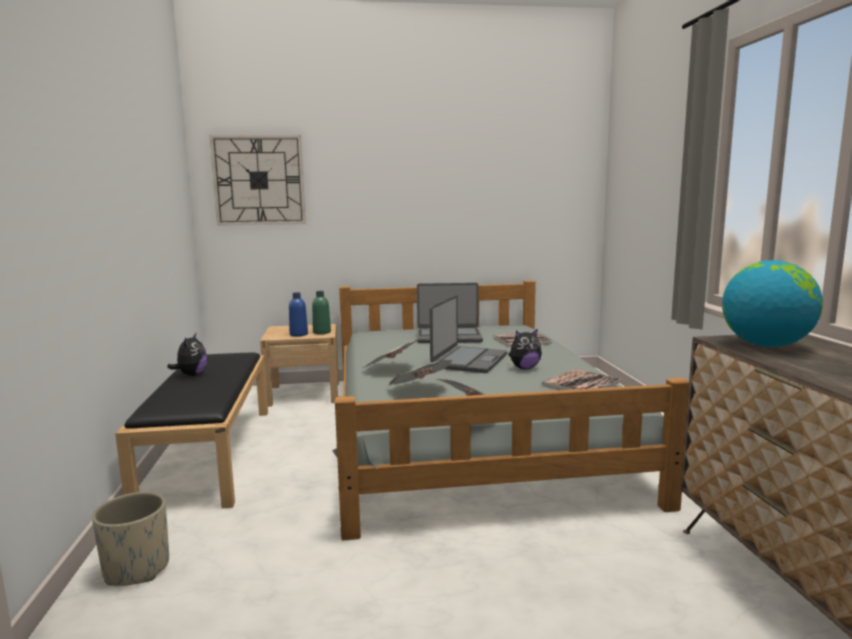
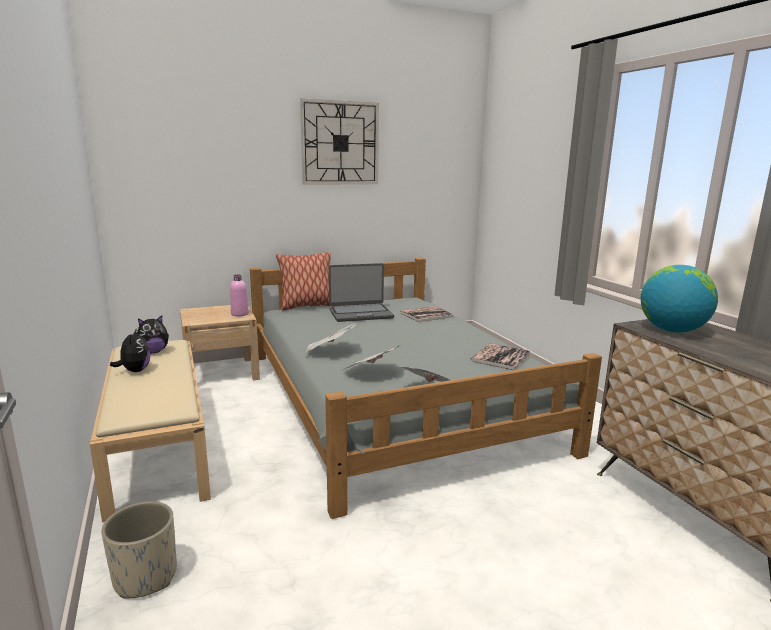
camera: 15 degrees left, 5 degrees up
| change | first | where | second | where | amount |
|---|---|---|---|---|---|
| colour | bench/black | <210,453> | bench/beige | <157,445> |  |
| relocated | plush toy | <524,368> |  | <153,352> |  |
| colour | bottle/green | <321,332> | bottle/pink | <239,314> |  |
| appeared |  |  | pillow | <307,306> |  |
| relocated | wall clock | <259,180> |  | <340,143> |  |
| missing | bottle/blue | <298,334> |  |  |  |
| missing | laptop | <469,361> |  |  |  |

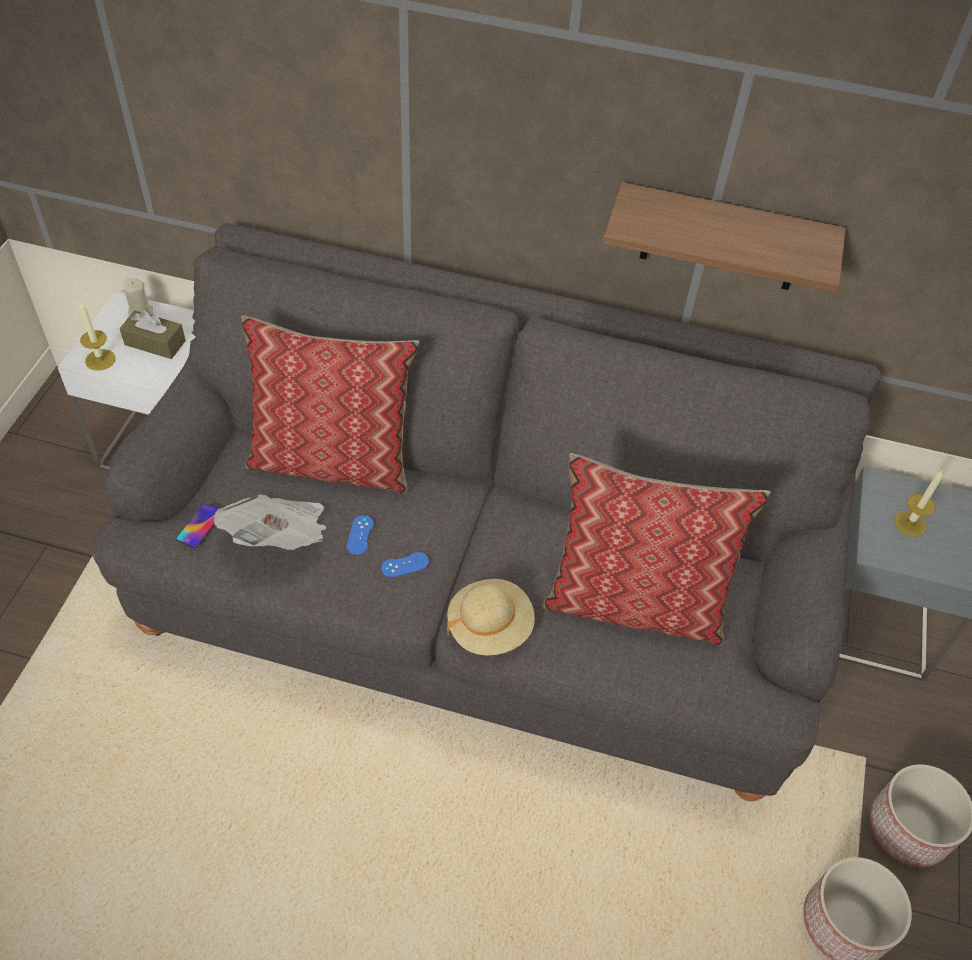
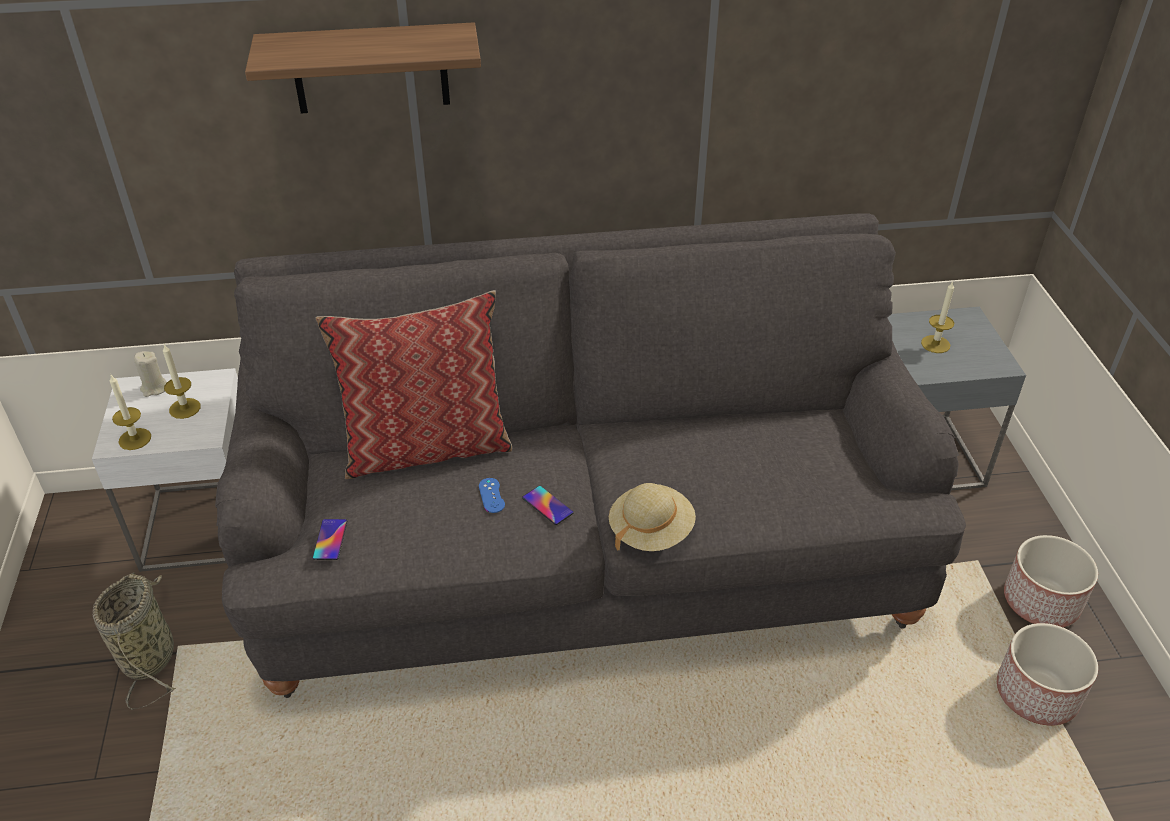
camera: 20 degrees left, 10 degrees down
| change | first | where | second | where | amount |
|---|---|---|---|---|---|
| appeared |  |  | basket | <149,654> |  |
| exchanged | tissue box/brown | <155,343> | candle | <185,408> |  |
| relocated | shelf | <722,239> |  | <370,68> |  |
| exchanged | game controller/blue | <405,565> | phone | <547,505> |  |
| missing | newspaper | <279,537> |  |  |  |
| missing | pillow | <635,602> |  |  |  |

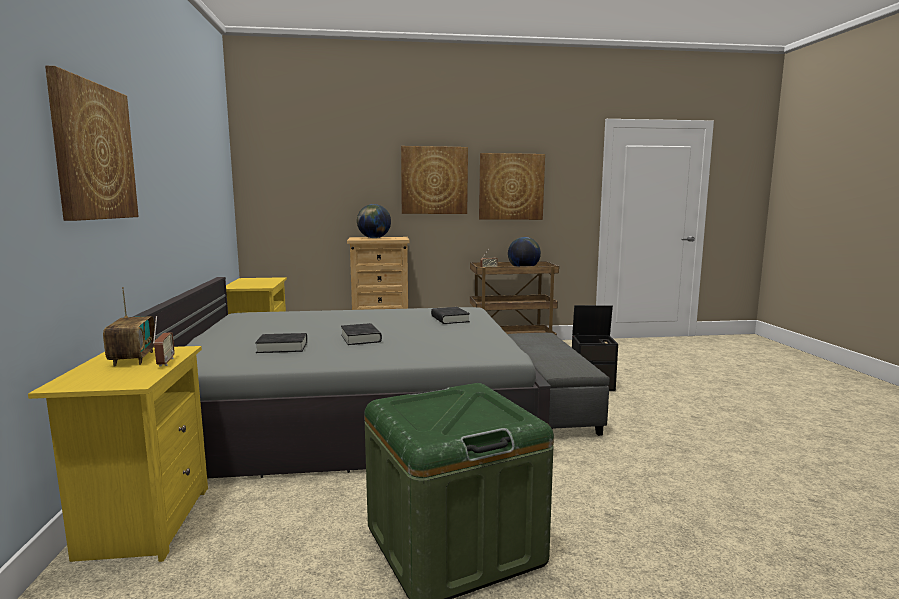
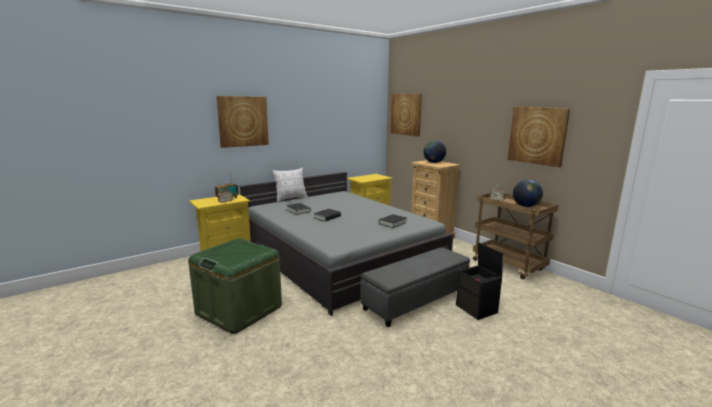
camera: 60 degrees right, 5 degrees up
| change | first | where | second | where | amount |
|---|---|---|---|---|---|
| appeared |  |  | pillow | <291,198> |  |
| relocated | picture | <434,180> |  | <406,114> |  |

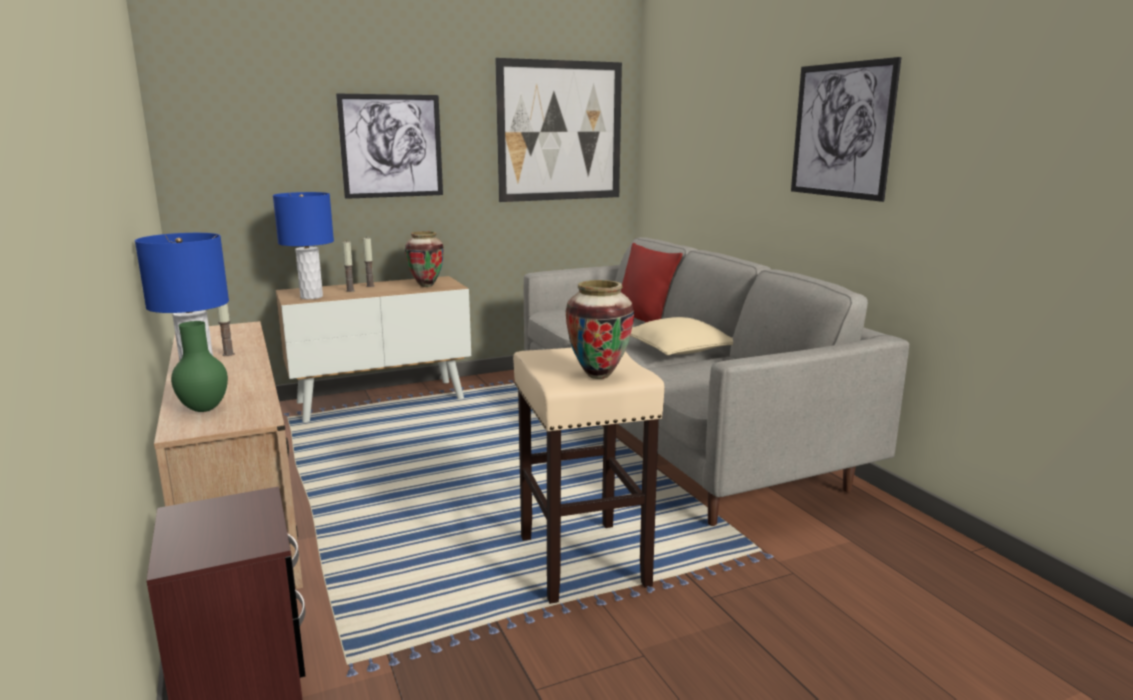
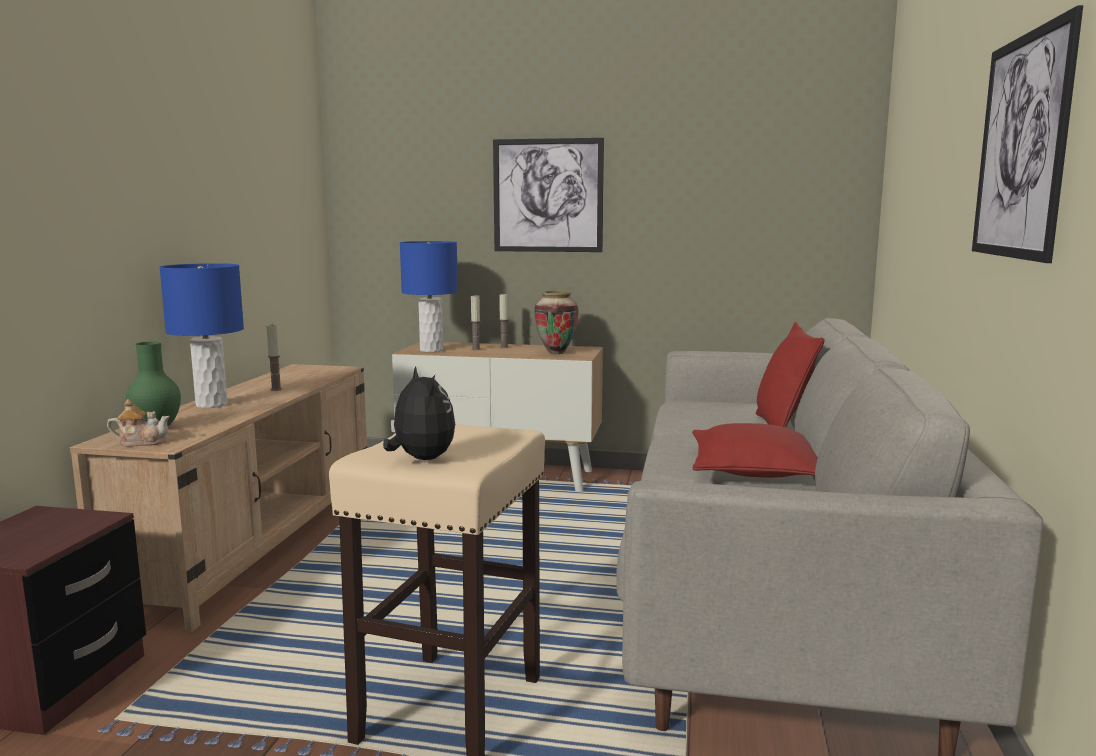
camera: 35 degrees right, 5 degrees down
| change | first | where | second | where | amount |
|---|---|---|---|---|---|
| appeared |  |  | teapot | <141,442> |  |
| exchanged | vase | <598,375> | plush toy | <420,459> |  |
| colour | pillow/beige | <678,350> | pillow/red | <755,471> |  |
| missing | picture | <560,131> |  |  |  |

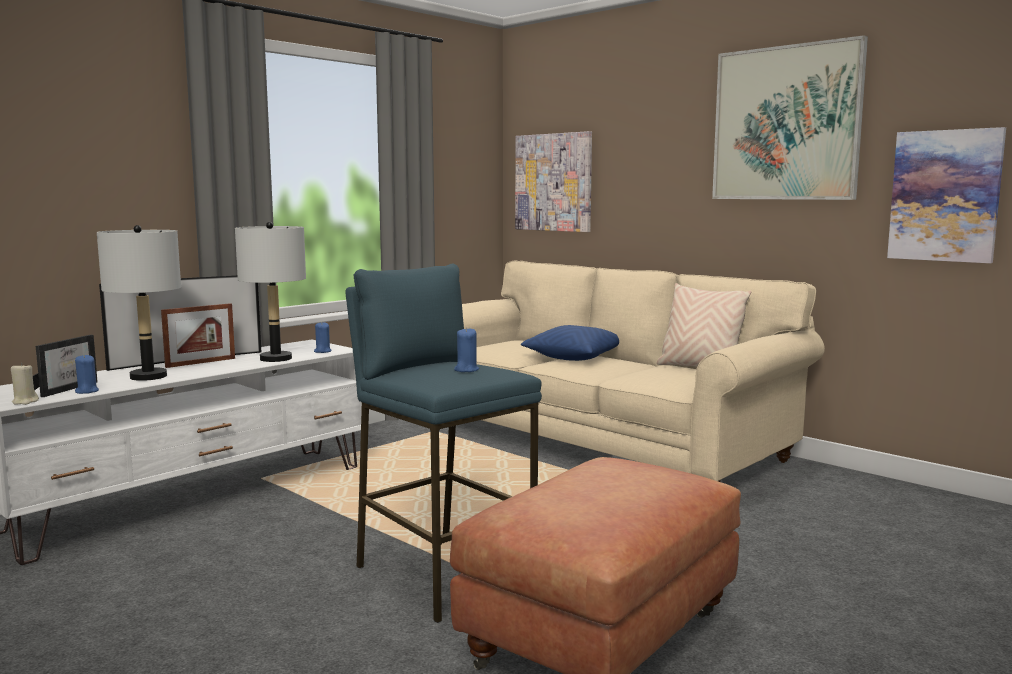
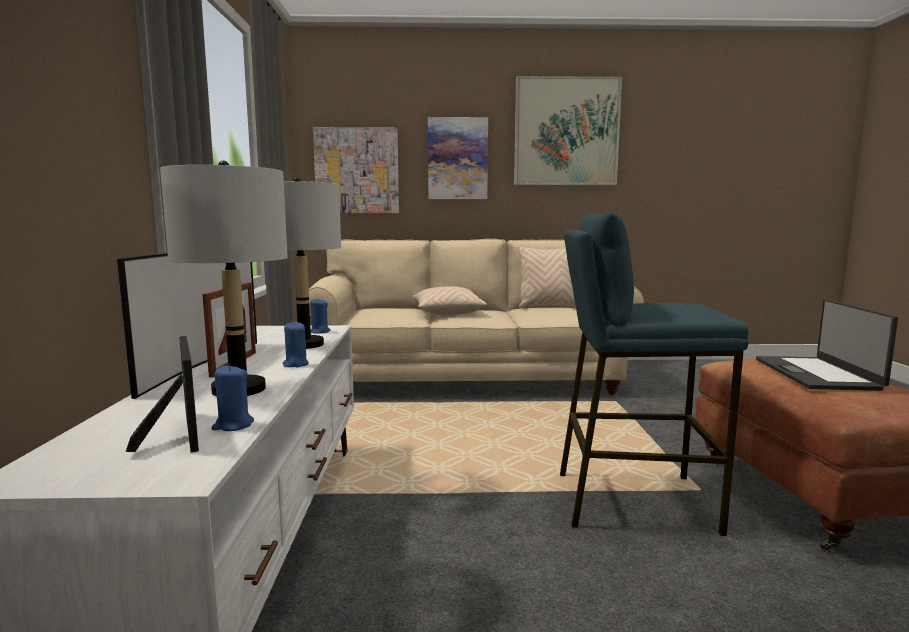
camera: 45 degrees left, 0 degrees up
| change | first | where | second | where | amount |
|---|---|---|---|---|---|
| relocated | candle/blue | <466,370> |  | <295,364> |  |
| colour | pillow/blue | <574,357> | pillow/beige | <447,313> |  |
| relocated | picture | <945,196> |  | <457,159> |  |
| appeared |  |  | laptop | <817,374> |  |
| missing | candle/beige | <25,402> |  |  |  |

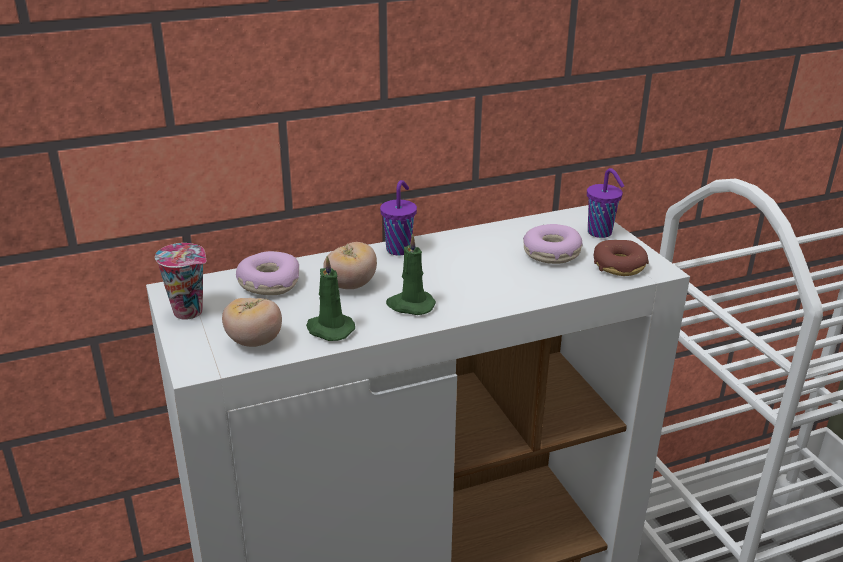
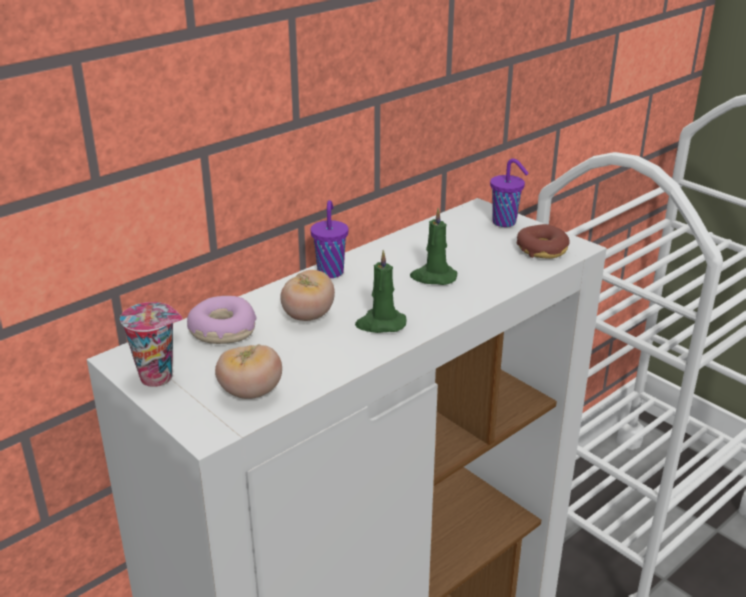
camera: 20 degrees left, 0 degrees up
| change | first | where | second | where | amount |
|---|---|---|---|---|---|
| relocated | candle/green | <329,329> |  | <433,277> |  |
| missing | donut | <551,253> |  |  |  |

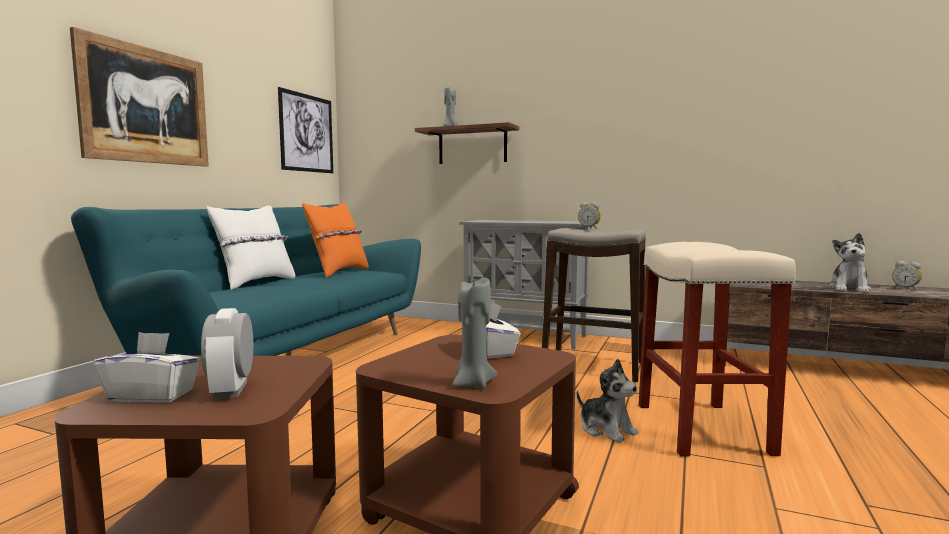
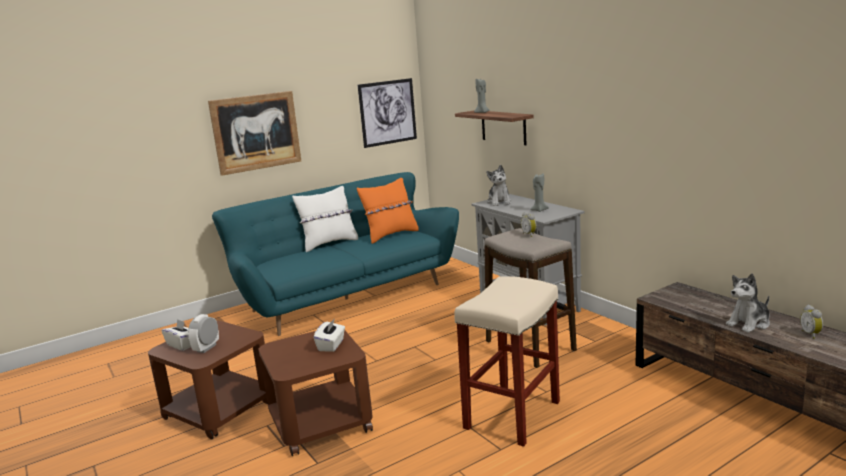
camera: 35 degrees right, 10 degrees up
| change | first | where | second | where | amount |
|---|---|---|---|---|---|
| relocated | plush toy | <606,429> |  | <499,202> |  |
| relocated | candle/grey | <473,384> |  | <539,210> |  |

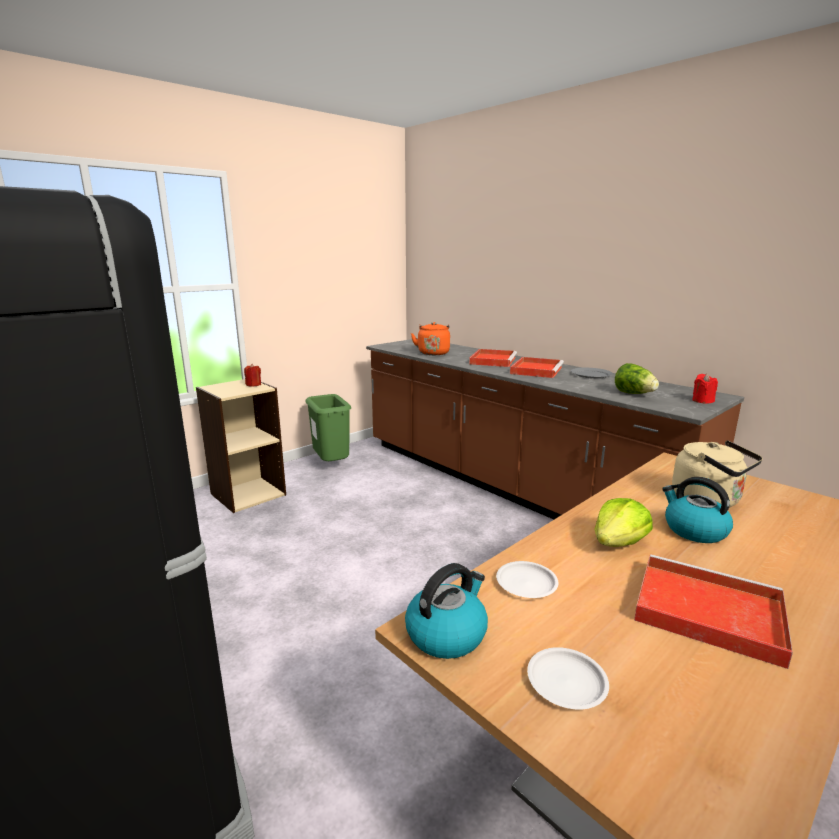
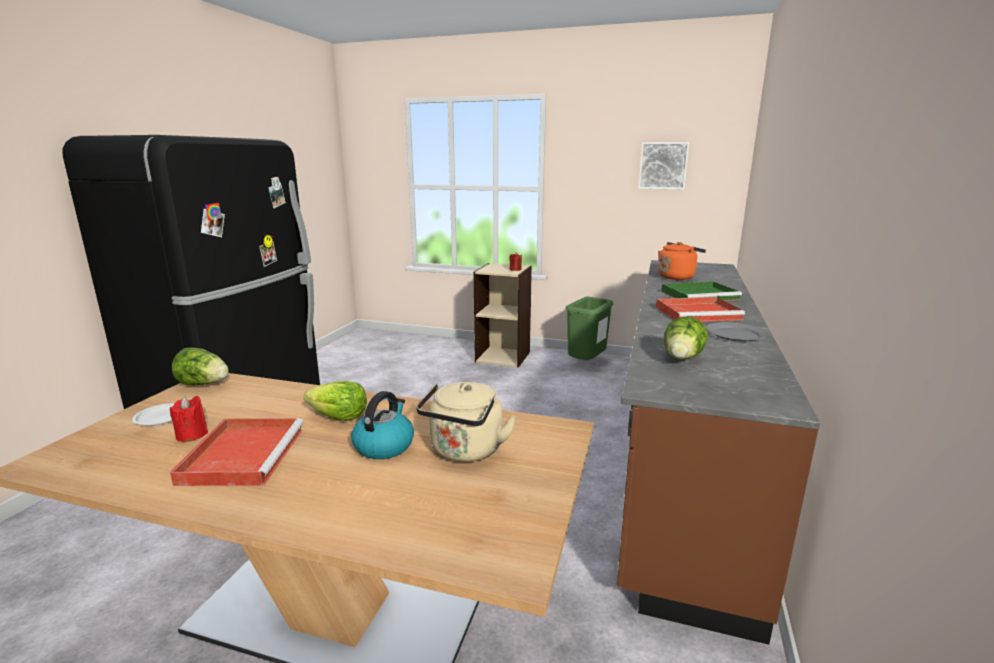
camera: 60 degrees right, 0 degrees up
| change | first | where | second | where | amount |
|---|---|---|---|---|---|
| relocated | candle/red | <702,401> |  | <192,435> |  |
| exchanged | kettle | <447,633> | lettuce | <204,384> |  |
| appeared |  |  | picture | <663,165> |  |
| colour | tray/red | <492,360> | tray/green | <700,295> |  |
| missing | plate/white | <526,583> |  |  |  |

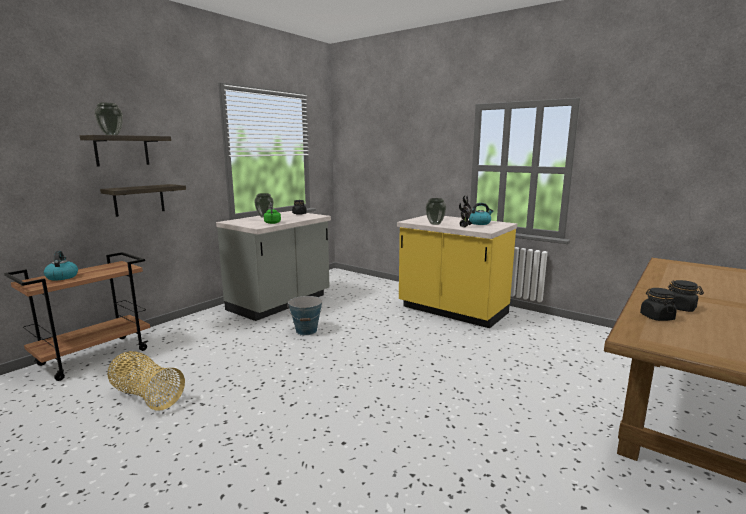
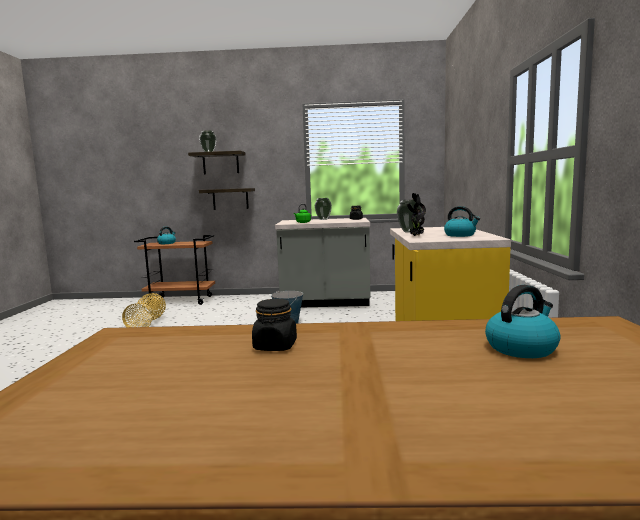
camera: 55 degrees right, 5 degrees down
| change | first | where | second | where | amount |
|---|---|---|---|---|---|
| appeared |  |  | kettle | <521,348> |  |
| missing | jar/black | <656,317> |  |  |  |

